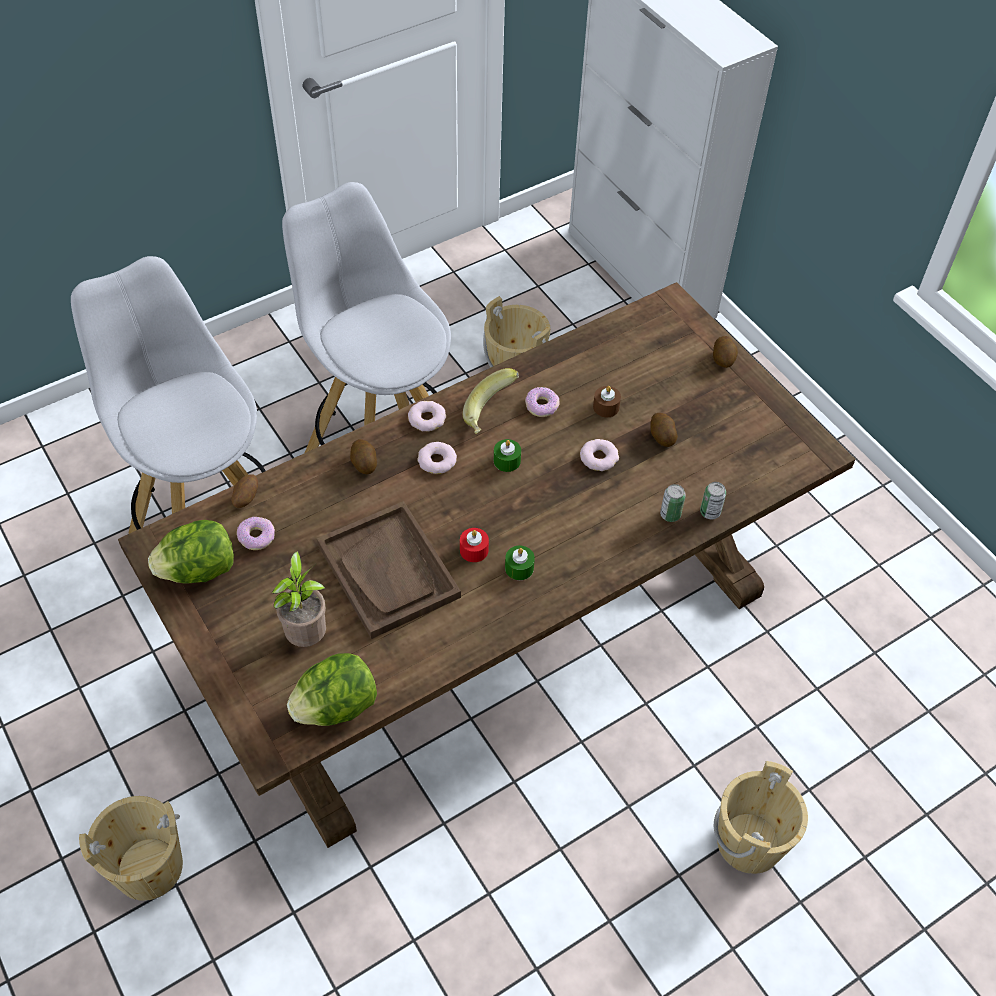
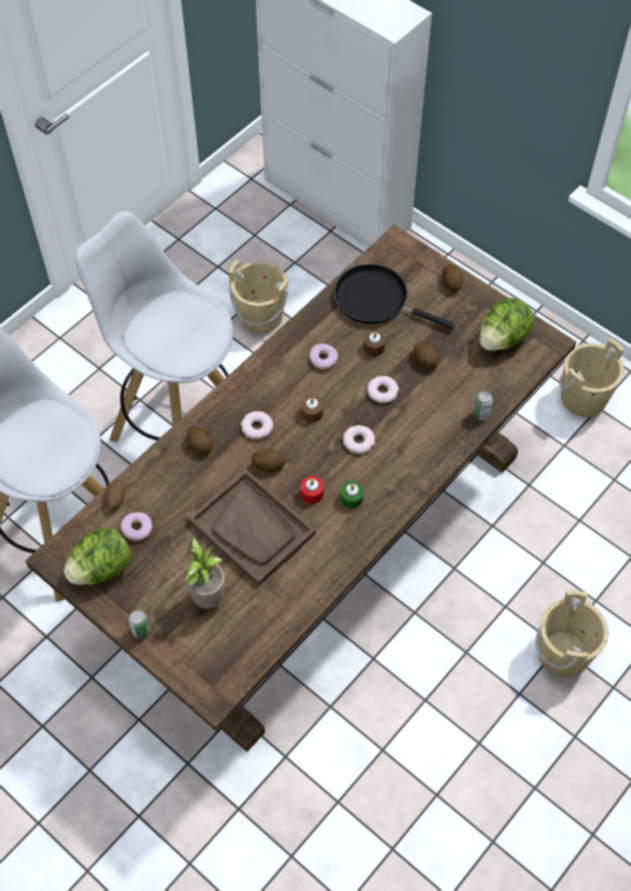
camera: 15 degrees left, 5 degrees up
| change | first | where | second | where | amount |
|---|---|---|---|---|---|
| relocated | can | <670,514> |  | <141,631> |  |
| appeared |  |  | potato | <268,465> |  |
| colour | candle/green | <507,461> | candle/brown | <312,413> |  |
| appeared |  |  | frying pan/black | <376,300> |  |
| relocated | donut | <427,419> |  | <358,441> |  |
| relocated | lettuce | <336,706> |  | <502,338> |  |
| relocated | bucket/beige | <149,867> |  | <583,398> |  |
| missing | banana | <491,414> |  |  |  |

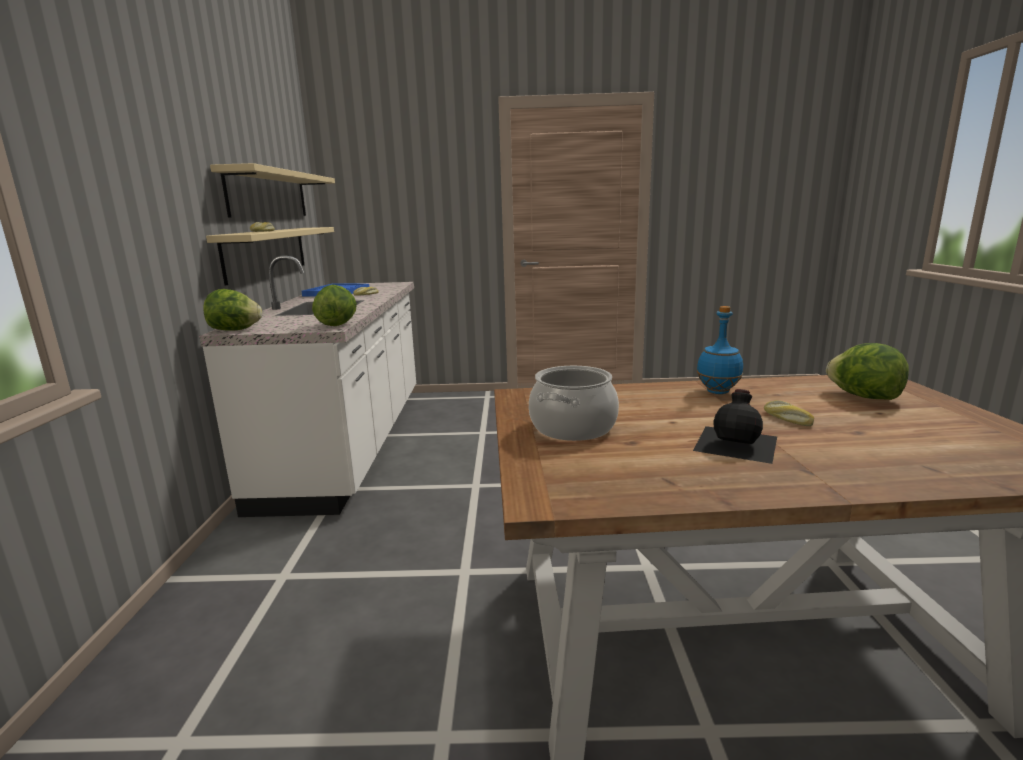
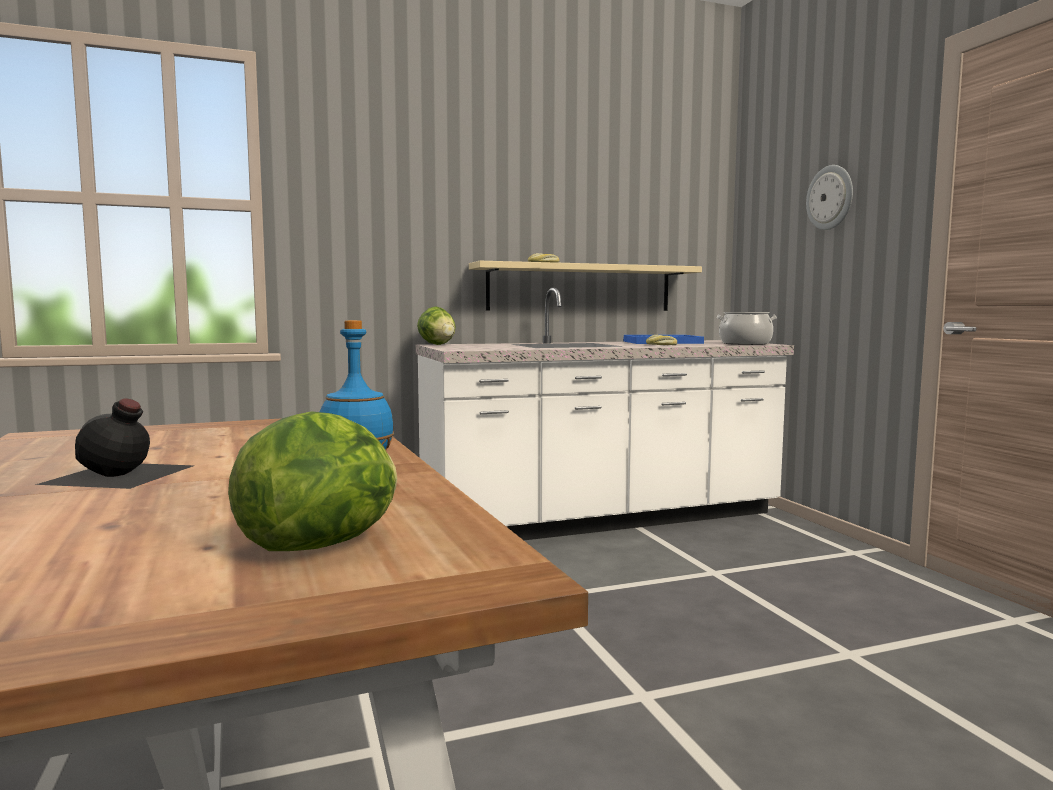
camera: 70 degrees right, 10 degrees down
| change | first | where | second | where | amount |
|---|---|---|---|---|---|
| relocated | cooking pot | <572,427> |  | <745,343> |  |
| appeared |  |  | wall clock | <830,197> |  |
| missing | shelf/beige | <269,195> |  |  |  |
| missing | lettuce | <337,325> |  |  |  |
| missing | bread | <786,419> |  |  |  |

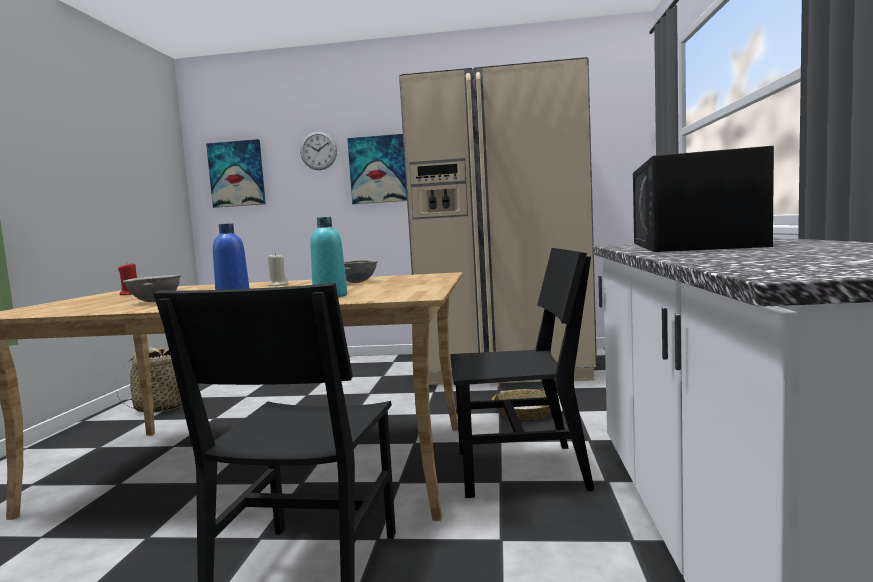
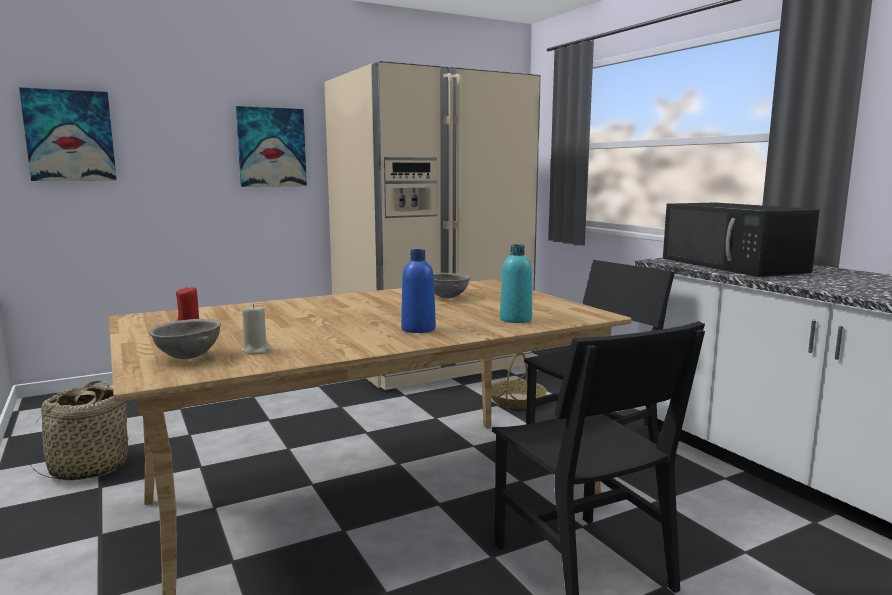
camera: 35 degrees left, 5 degrees up
| change | first | where | second | where | amount |
|---|---|---|---|---|---|
| relocated | bowl/grey | <154,302> |  | <188,357> |  |
| relocated | candle/beige | <278,285> |  | <256,350> |  |
| missing | wall clock | <318,151> |  |  |  |

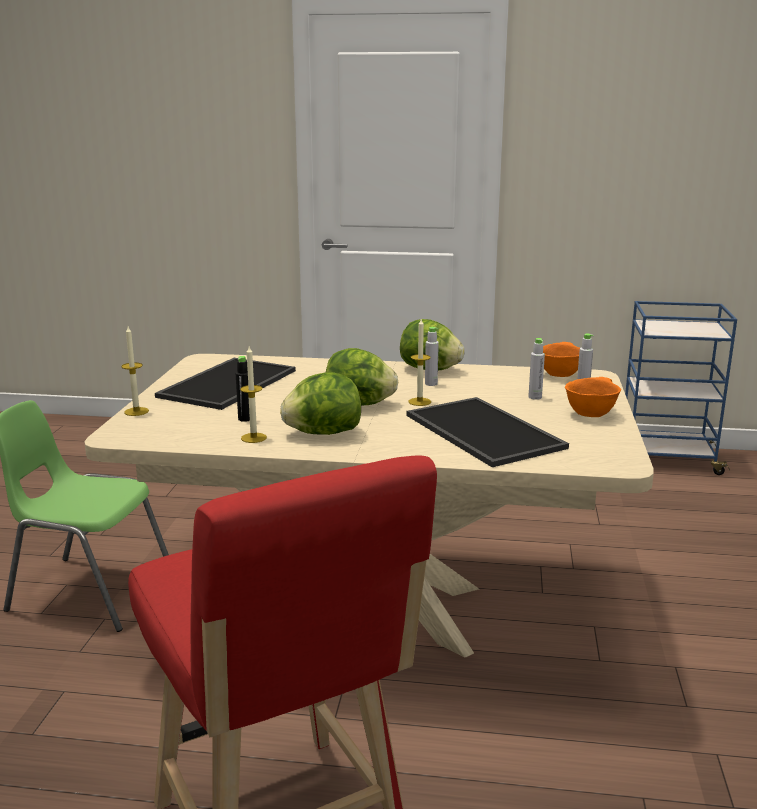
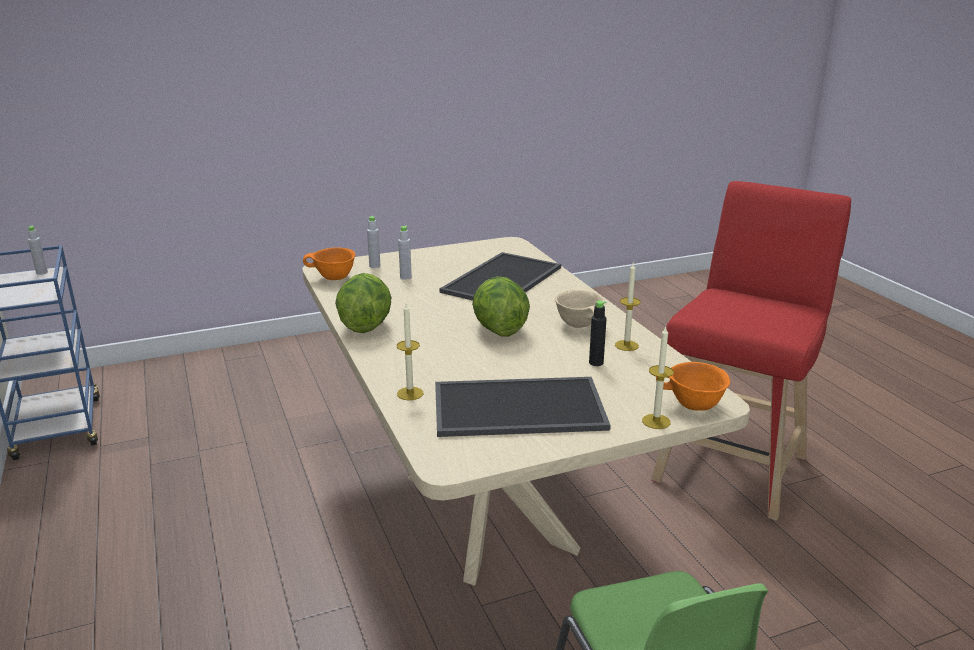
camera: 120 degrees left, 5 degrees up
| change | first | where | second | where | amount |
|---|---|---|---|---|---|
| relocated | bottle/grey | <431,384> |  | <42,272> |  |
| relocated | candle | <419,402> |  | <410,393> |  |
| exchanged | lettuce | <323,433> | bowl/beige | <580,325> |  |
| relocated | bowl/orange | <590,414> |  | <693,406> |  |

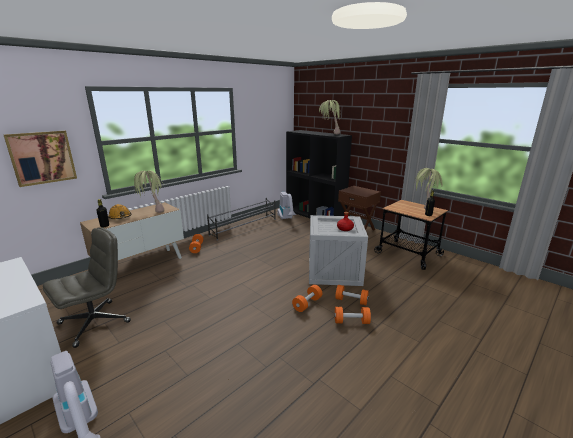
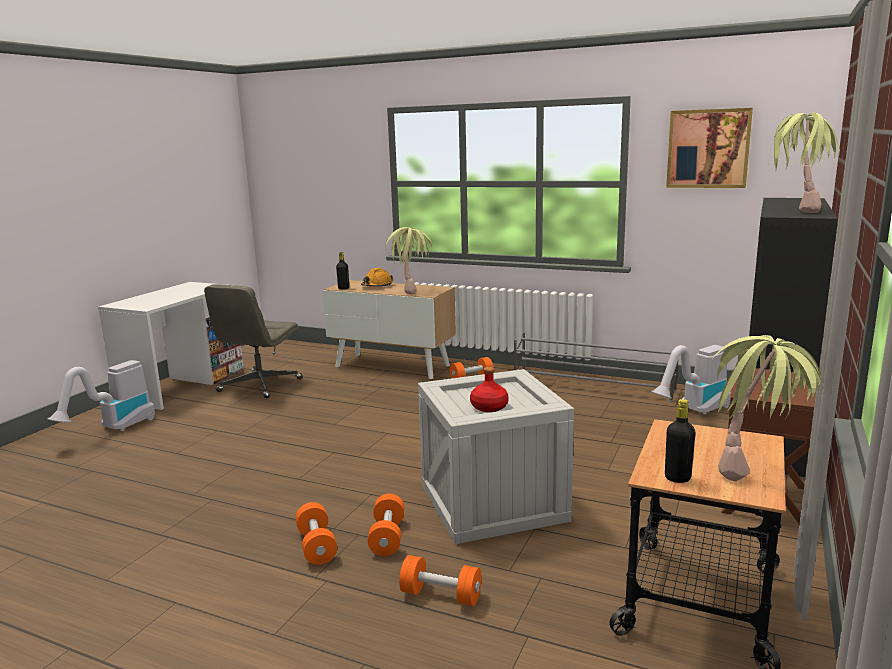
camera: 70 degrees right, 5 degrees down
| change | first | where | second | where | amount |
|---|---|---|---|---|---|
| spun | office chair/grey | <95,322> |  | <260,385> | 90 degrees clockwise |
| relocated | dumbbell/orange | <307,304> |  | <441,595> |  |
| relocated | picture | <42,157> |  | <708,149> |  |

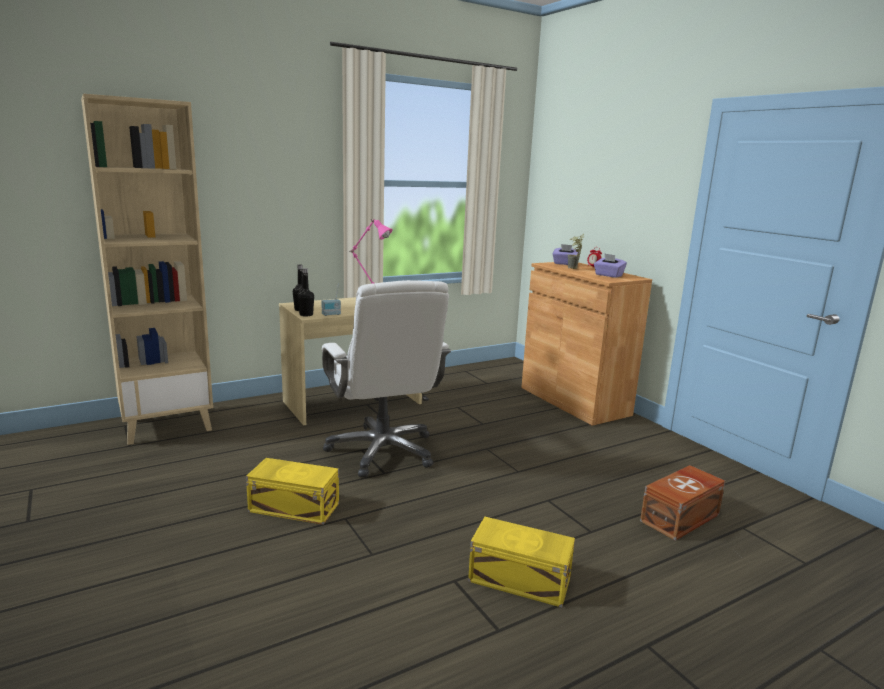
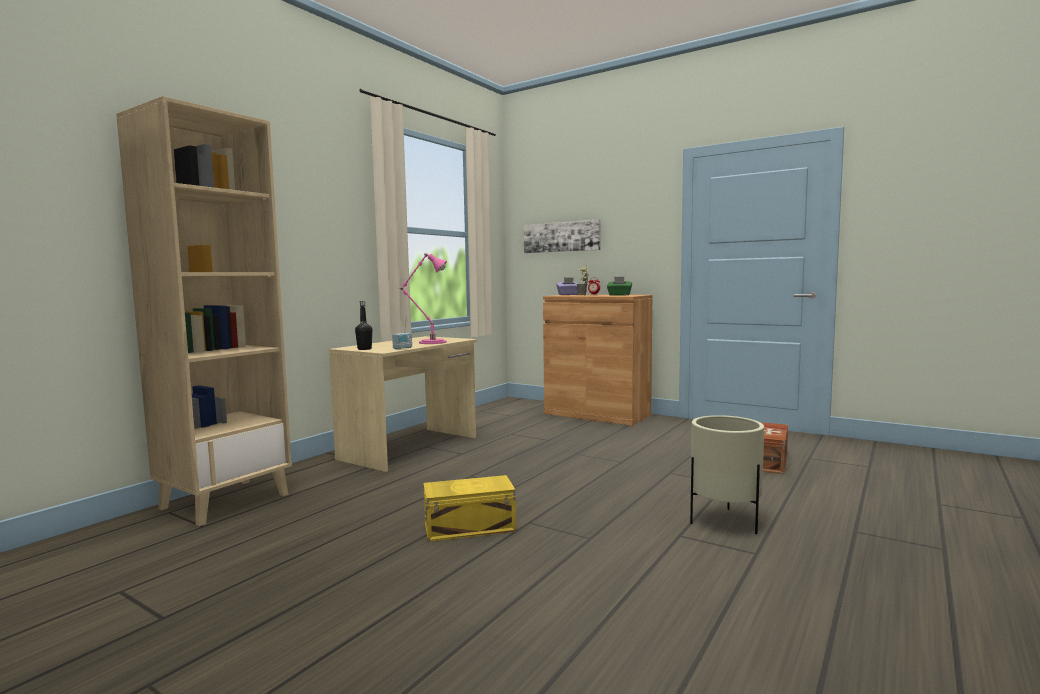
camera: 25 degrees left, 10 degrees down
| change | first | where | second | where | amount |
|---|---|---|---|---|---|
| appeared |  |  | picture | <561,237> |  |
| colour | tissue box/purple | <608,275> | tissue box/green | <619,295> |  |
| exchanged | storage box/yellow | <520,581> | planter/beige | <725,522> |  |
| missing | bottle/black | <306,315> |  |  |  |
| missing | office chair/white | <383,451> |  |  |  |

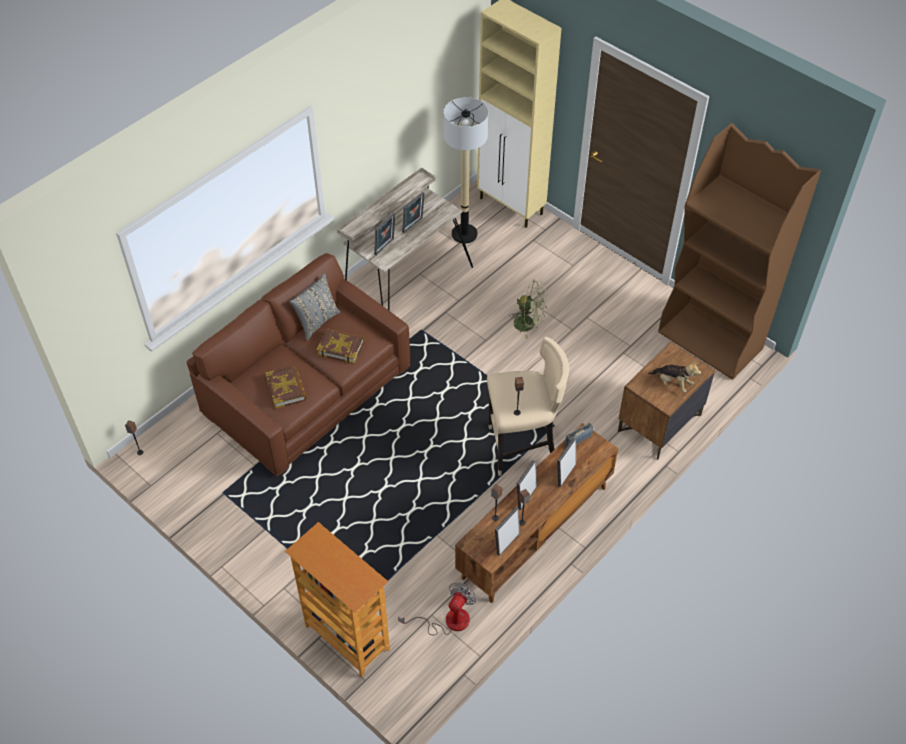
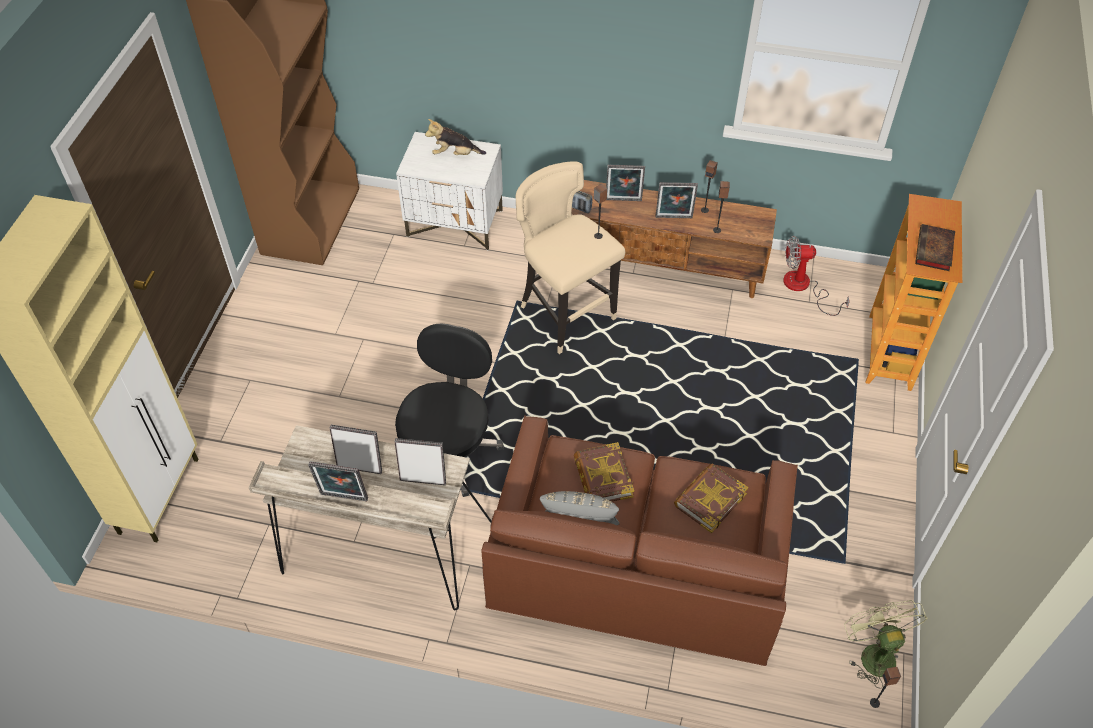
camera: 120 degrees left, 0 degrees up
| change | first | where | second | where | amount |
|---|---|---|---|---|---|
| relocated | picture frame | <506,542> |  | <343,499> |  |
| appeared |  |  | office chair/black | <449,449> |  |
| colour | nightstand/brown | <659,423> | nightstand/white | <455,223> |  |
| spun | plush toy | <673,383> |  | <455,154> | 90 degrees counterclockwise |
| relocated | fan/green | <529,324> |  | <873,653> |  |
| appeared |  |  | book | <934,251> |  |
| missing | floor lamp | <464,234> |  |  |  |

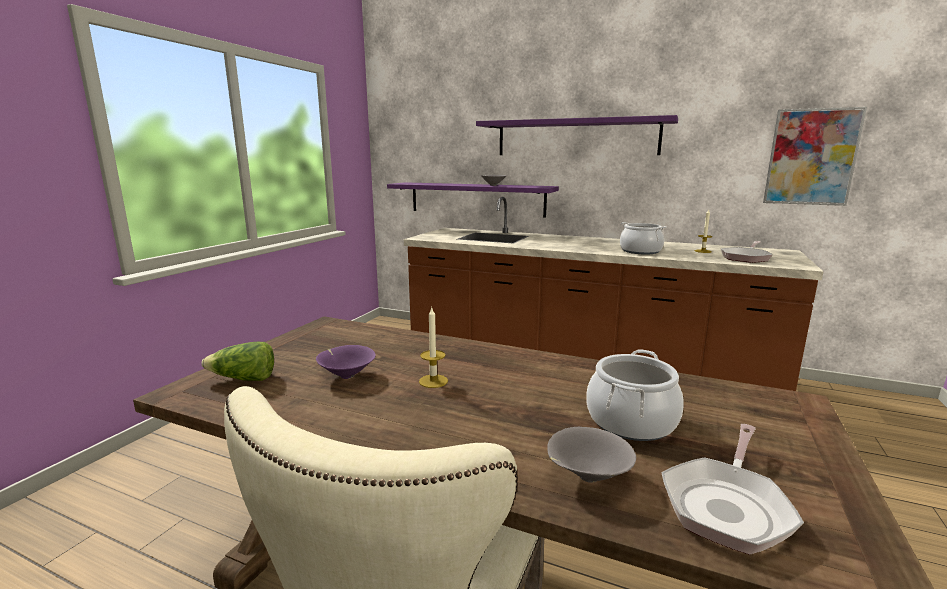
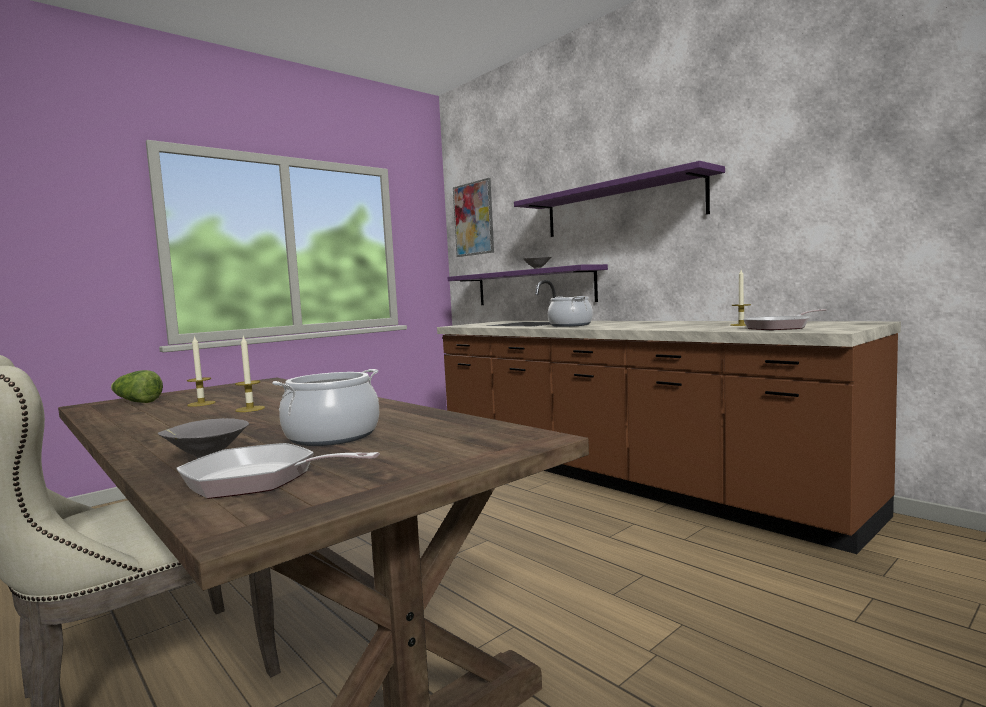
camera: 25 degrees right, 10 degrees down
| change | first | where | second | where | amount |
|---|---|---|---|---|---|
| spun | frying pan | <727,505> |  | <259,480> | 45 degrees clockwise |
| exchanged | bowl/purple | <346,375> | candle | <201,404> |  |
| relocated | picture | <811,157> |  | <474,219> |  |
| relocated | cooking pot | <640,251> |  | <570,325> |  |

